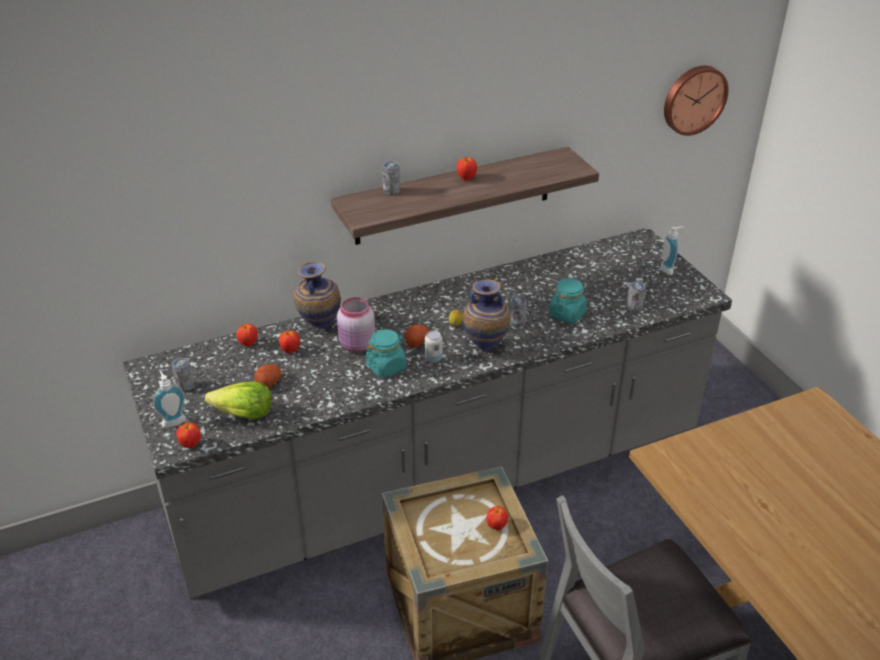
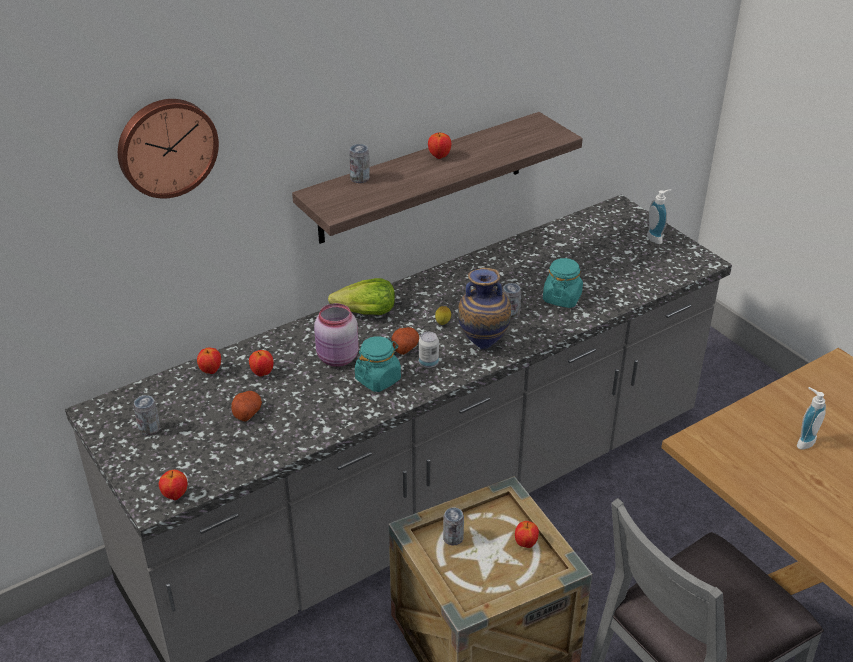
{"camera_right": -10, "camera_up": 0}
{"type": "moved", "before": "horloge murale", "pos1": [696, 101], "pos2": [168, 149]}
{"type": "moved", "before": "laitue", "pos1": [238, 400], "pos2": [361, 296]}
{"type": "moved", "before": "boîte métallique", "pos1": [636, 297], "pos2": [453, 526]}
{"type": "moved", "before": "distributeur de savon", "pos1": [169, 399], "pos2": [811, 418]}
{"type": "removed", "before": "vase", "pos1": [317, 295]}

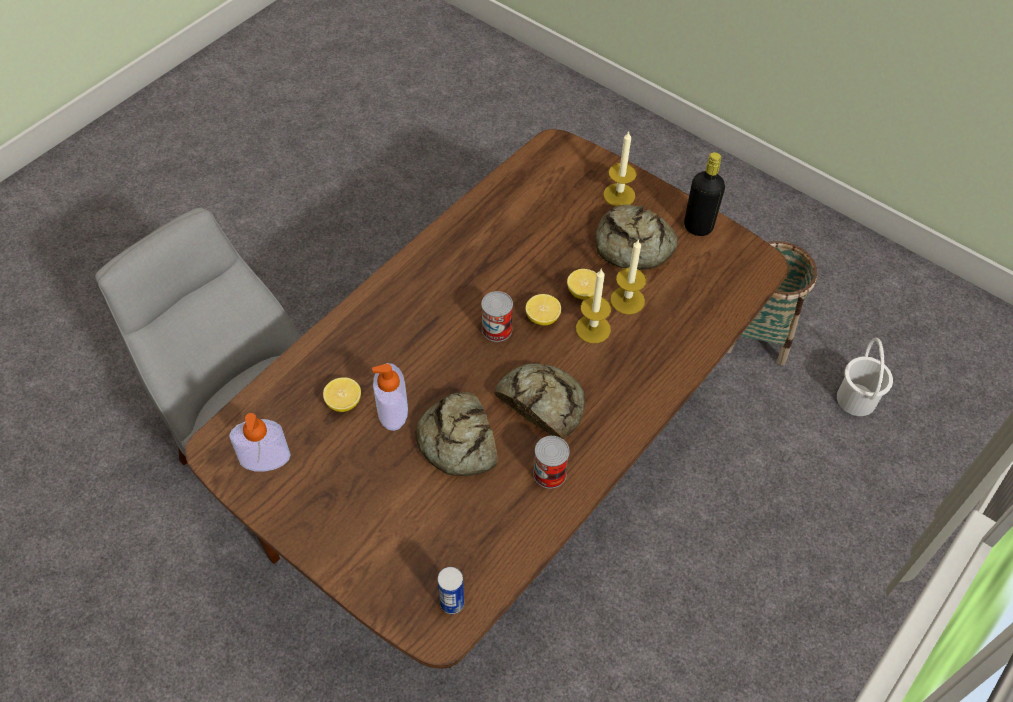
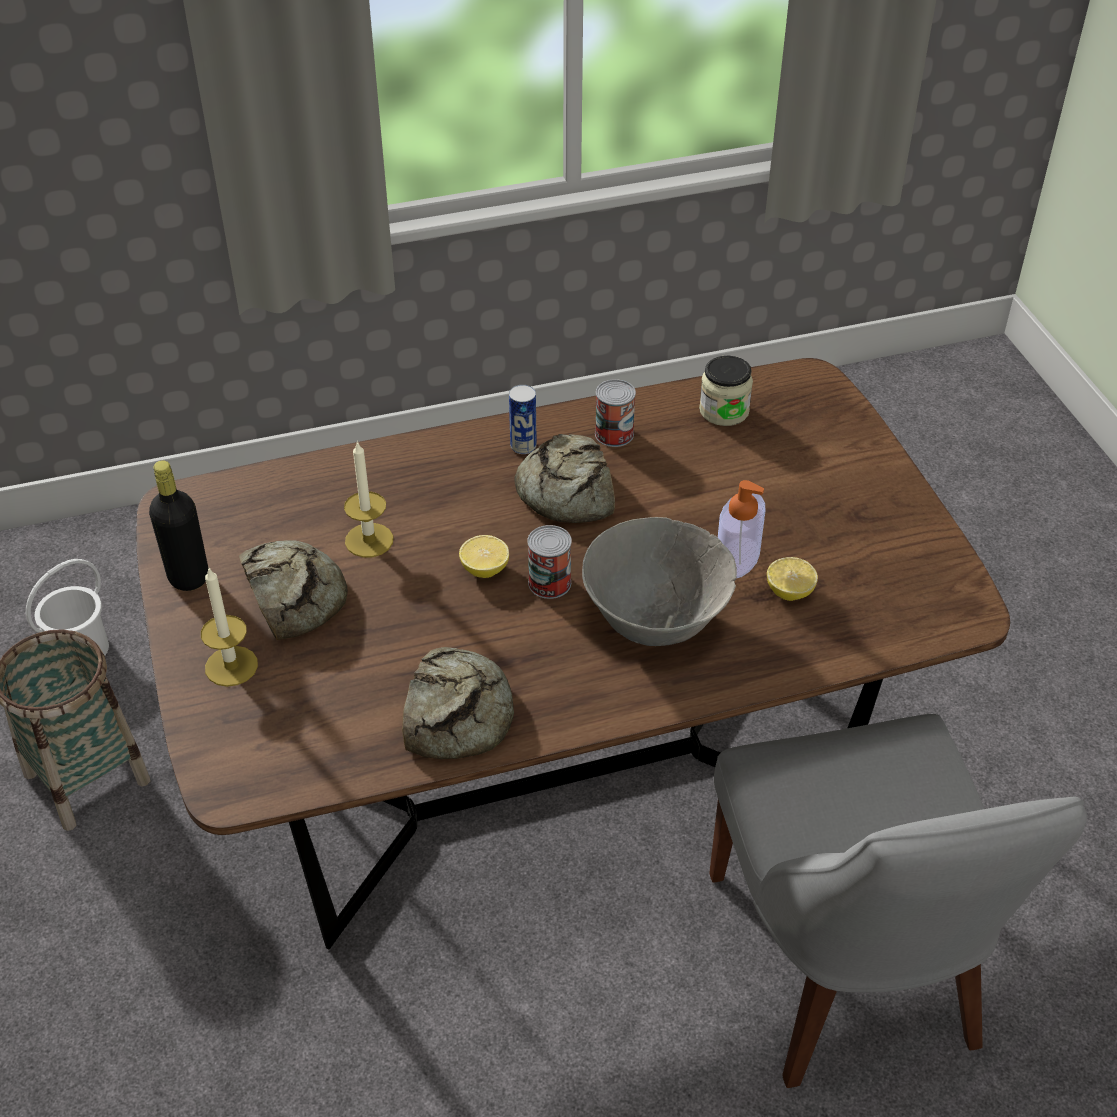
{"camera_right": -145, "camera_up": -10}
{"type": "moved", "before": "pain", "pos1": [456, 434], "pos2": [458, 703]}
{"type": "moved", "before": "boîte métallique", "pos1": [451, 590], "pos2": [523, 419]}
{"type": "added", "after": "bol/gris", "pos2": [659, 581]}
{"type": "added", "after": "bocal", "pos2": [726, 391]}
{"type": "removed", "before": "distributeur de savon", "pos1": [259, 442]}
{"type": "removed", "before": "citron", "pos1": [582, 284]}
{"type": "removed", "before": "bougie", "pos1": [593, 305]}

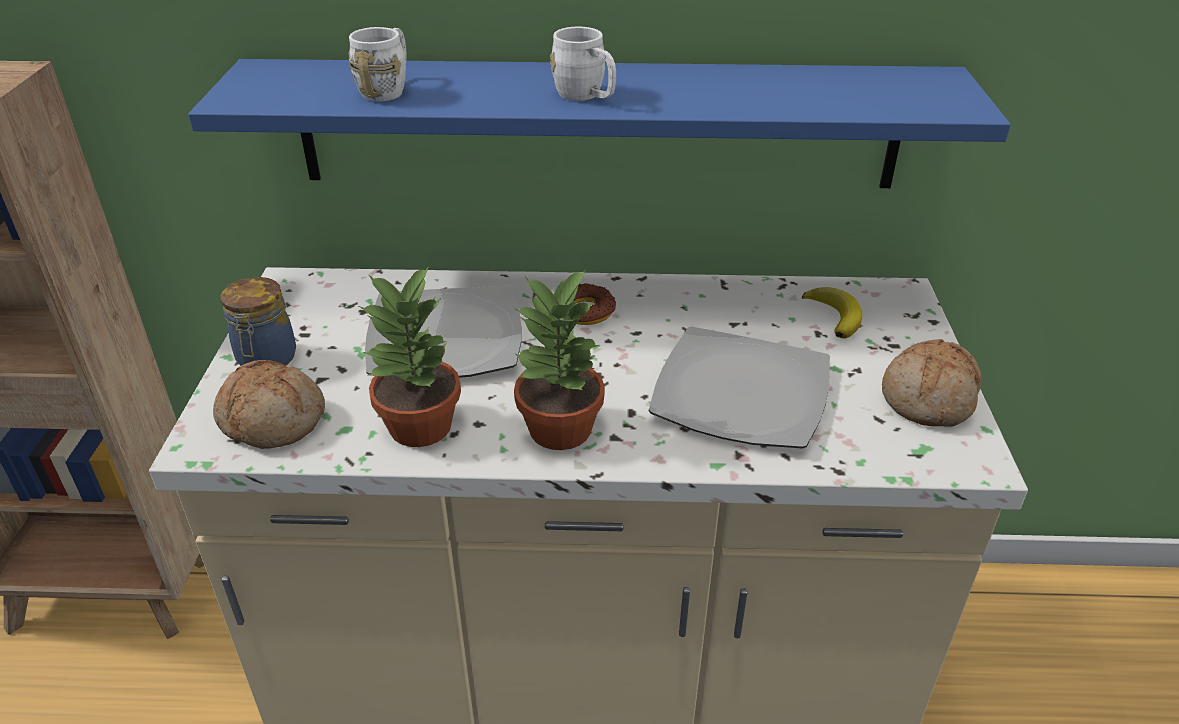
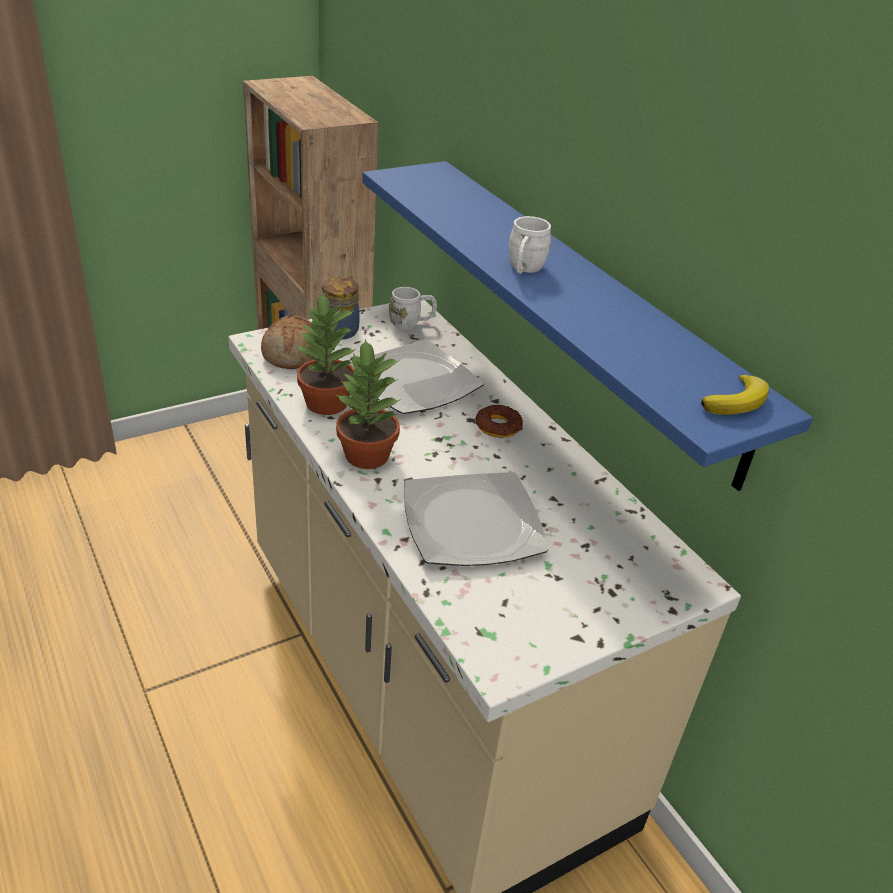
{"camera_right": 55, "camera_up": 0}
{"type": "moved", "before": "mug/blanc", "pos1": [377, 64], "pos2": [413, 308]}
{"type": "moved", "before": "banane", "pos1": [832, 313], "pos2": [735, 395]}
{"type": "removed", "before": "pain", "pos1": [932, 383]}

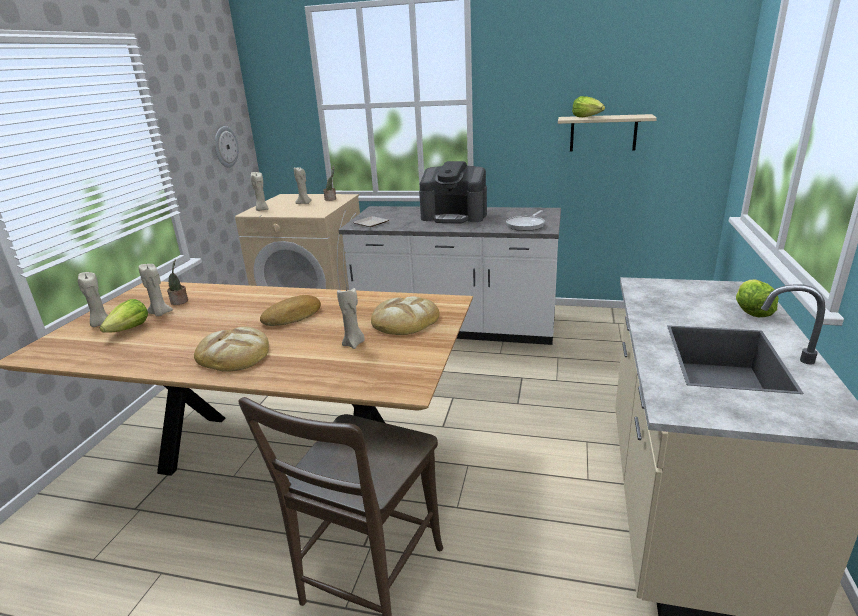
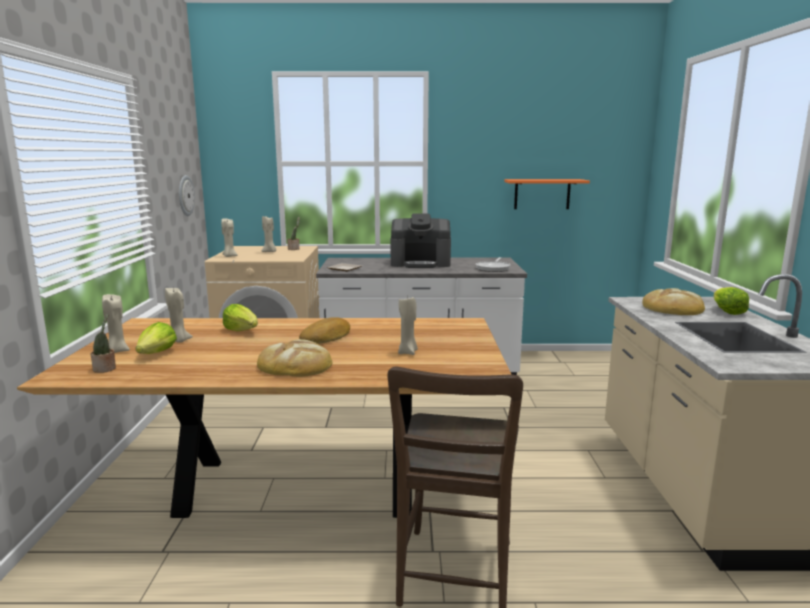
{"camera_right": -15, "camera_up": -10}
{"type": "moved", "before": "plante en pot", "pos1": [177, 282], "pos2": [103, 343]}
{"type": "moved", "before": "laitue", "pos1": [588, 106], "pos2": [240, 317]}
{"type": "recoloured", "before": "étagère/beige", "after": "étagère/orange", "pos1": [607, 132], "pos2": [547, 194]}
{"type": "moved", "before": "pain", "pos1": [405, 315], "pos2": [673, 301]}

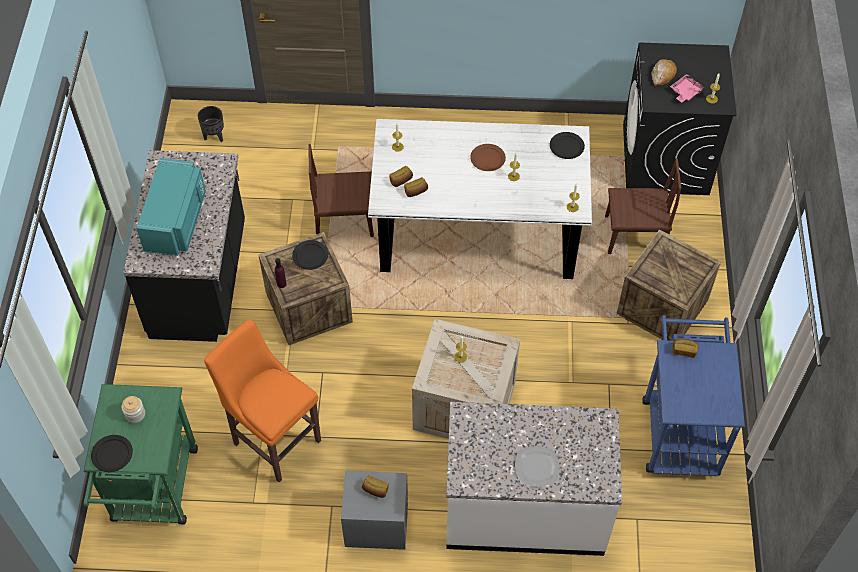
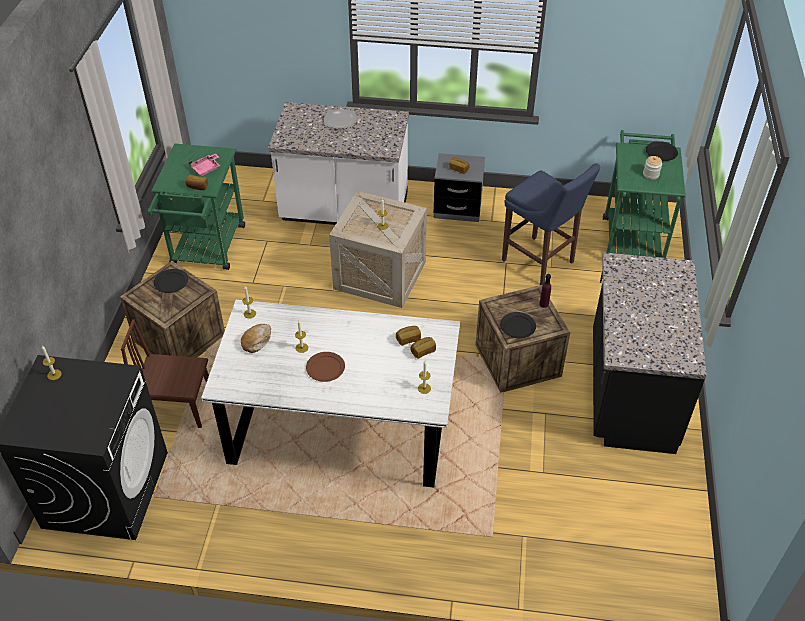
{"camera_right": -175, "camera_up": -10}
{"type": "recoloured", "before": "chariot/bleu", "after": "chariot/vert", "pos1": [693, 395], "pos2": [196, 207]}
{"type": "moved", "before": "assiette/noir", "pos1": [567, 145], "pos2": [171, 281]}
{"type": "moved", "before": "plateau/rose", "pos1": [687, 88], "pos2": [204, 165]}
{"type": "moved", "before": "pain", "pos1": [664, 72], "pos2": [256, 338]}
{"type": "recoloured", "before": "tabouret/orange", "after": "tabouret/bleu", "pos1": [262, 400], "pos2": [551, 224]}
{"type": "removed", "before": "micro-ondes/turquoise", "pos1": [171, 207]}
{"type": "removed", "before": "cache-pot/noir", "pos1": [211, 124]}
{"type": "removed", "before": "chaise/marron", "pos1": [341, 190]}

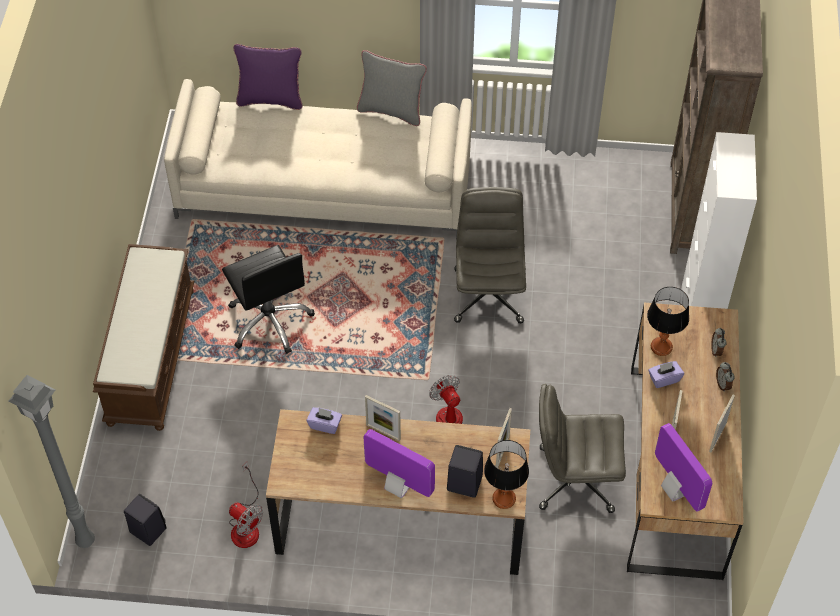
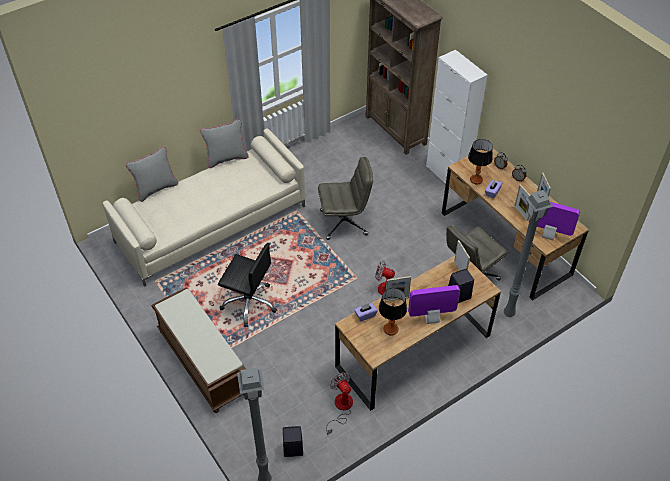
{"camera_right": -40, "camera_up": -5}
{"type": "recoloured", "before": "coussin/violet", "after": "coussin/gris", "pos1": [268, 77], "pos2": [151, 174]}
{"type": "turned", "before": "chaise de bureau/gris", "pos1": [490, 255], "pos2": [345, 198], "turn": 120}
{"type": "turned", "before": "ventilateur", "pos1": [246, 504], "pos2": [339, 403], "turn": -120}
{"type": "moved", "before": "lampe de table", "pos1": [506, 474], "pos2": [393, 312]}
{"type": "added", "after": "lampadaire/gris", "pos2": [528, 253]}

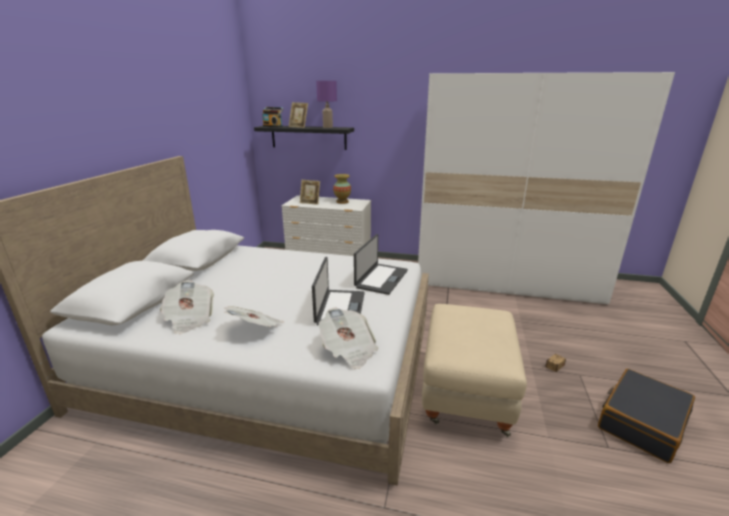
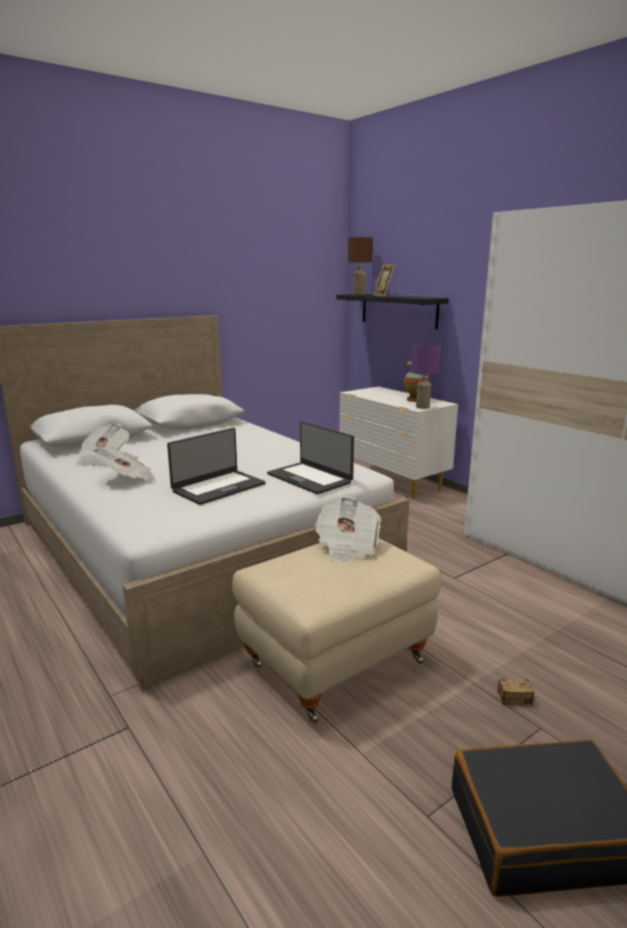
{"camera_right": 40, "camera_up": -5}
{"type": "turned", "before": "ordinateur portable", "pos1": [381, 264], "pos2": [310, 457], "turn": 75}
{"type": "moved", "before": "journal", "pos1": [348, 338], "pos2": [347, 529]}
{"type": "replaced", "before": "radio", "after": "lampe de table/marron", "pos1": [272, 117], "pos2": [360, 266]}
{"type": "moved", "before": "lampe de table/violet", "pos1": [326, 104], "pos2": [426, 376]}
{"type": "removed", "before": "cadre photo", "pos1": [310, 192]}

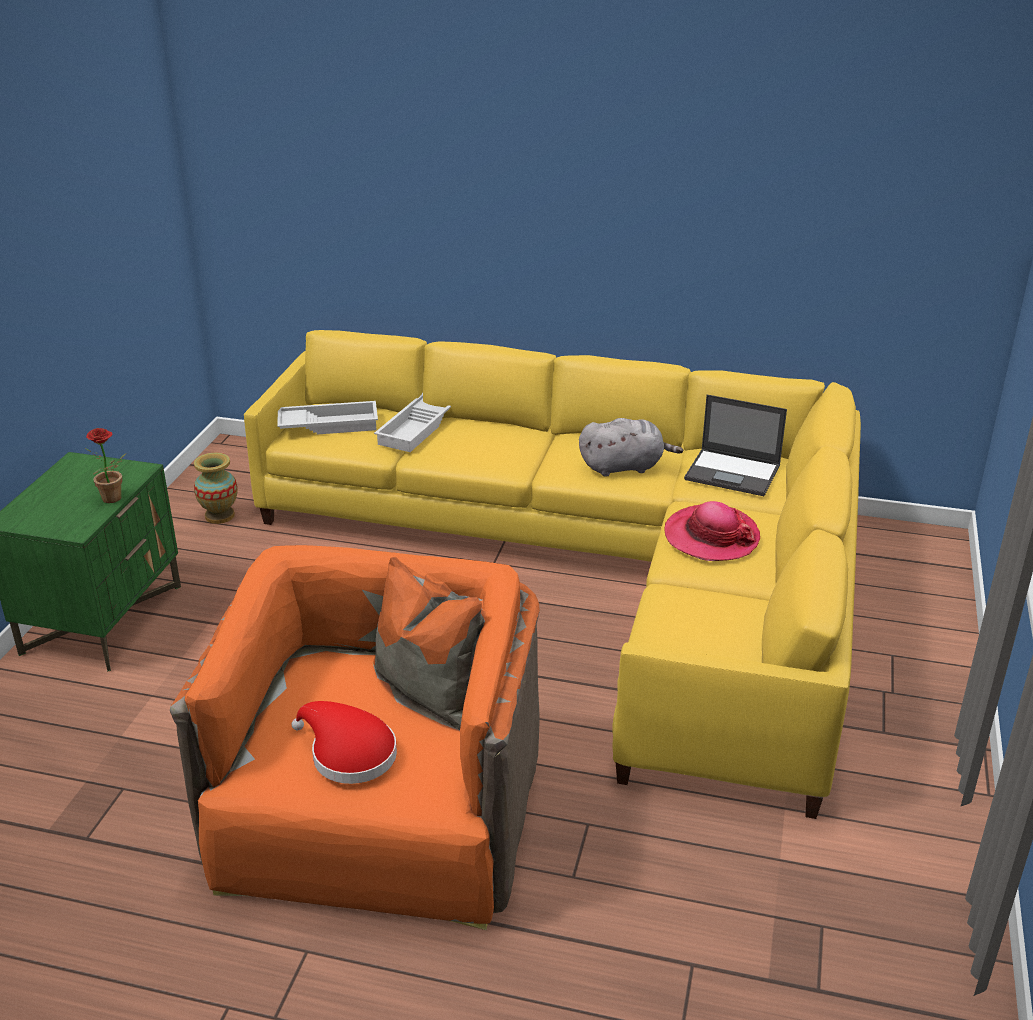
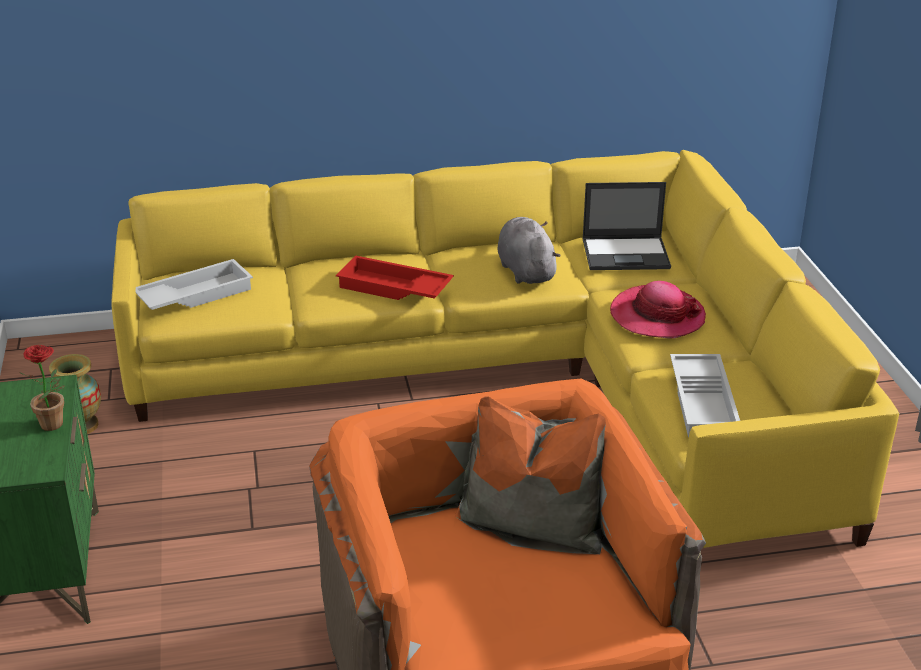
{"camera_right": -25, "camera_up": 0}
{"type": "added", "after": "plateau/rouge", "pos2": [395, 278]}
{"type": "turned", "before": "peluche/gris", "pos1": [631, 447], "pos2": [529, 250], "turn": -75}
{"type": "moved", "before": "plateau/blanc", "pos1": [412, 422], "pos2": [705, 395]}
{"type": "removed", "before": "chapeau/rouge", "pos1": [344, 742]}

